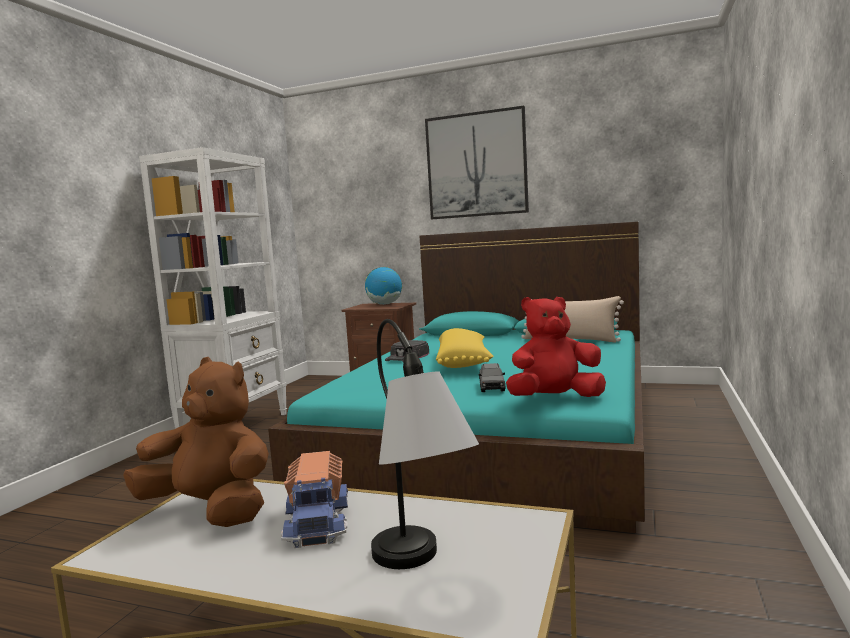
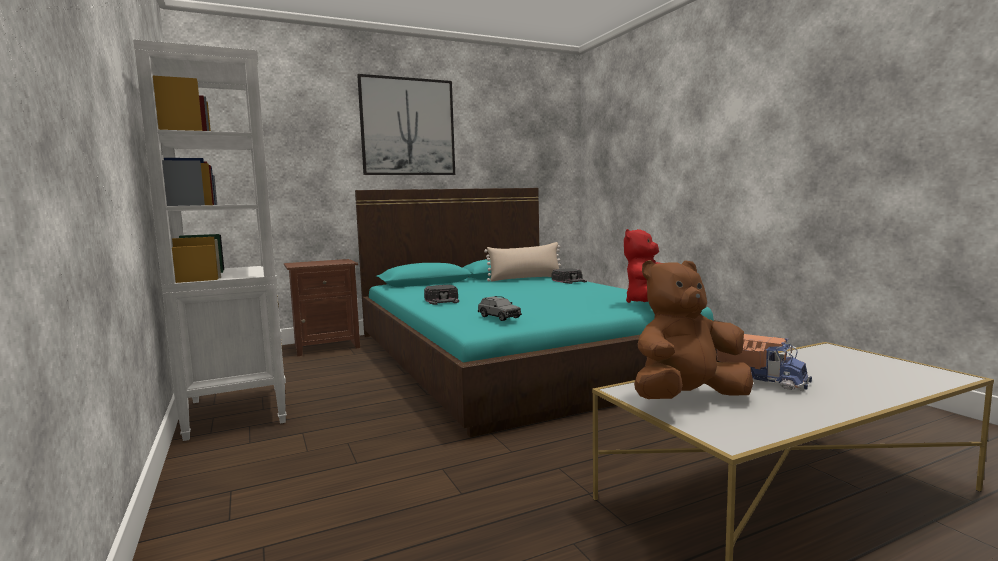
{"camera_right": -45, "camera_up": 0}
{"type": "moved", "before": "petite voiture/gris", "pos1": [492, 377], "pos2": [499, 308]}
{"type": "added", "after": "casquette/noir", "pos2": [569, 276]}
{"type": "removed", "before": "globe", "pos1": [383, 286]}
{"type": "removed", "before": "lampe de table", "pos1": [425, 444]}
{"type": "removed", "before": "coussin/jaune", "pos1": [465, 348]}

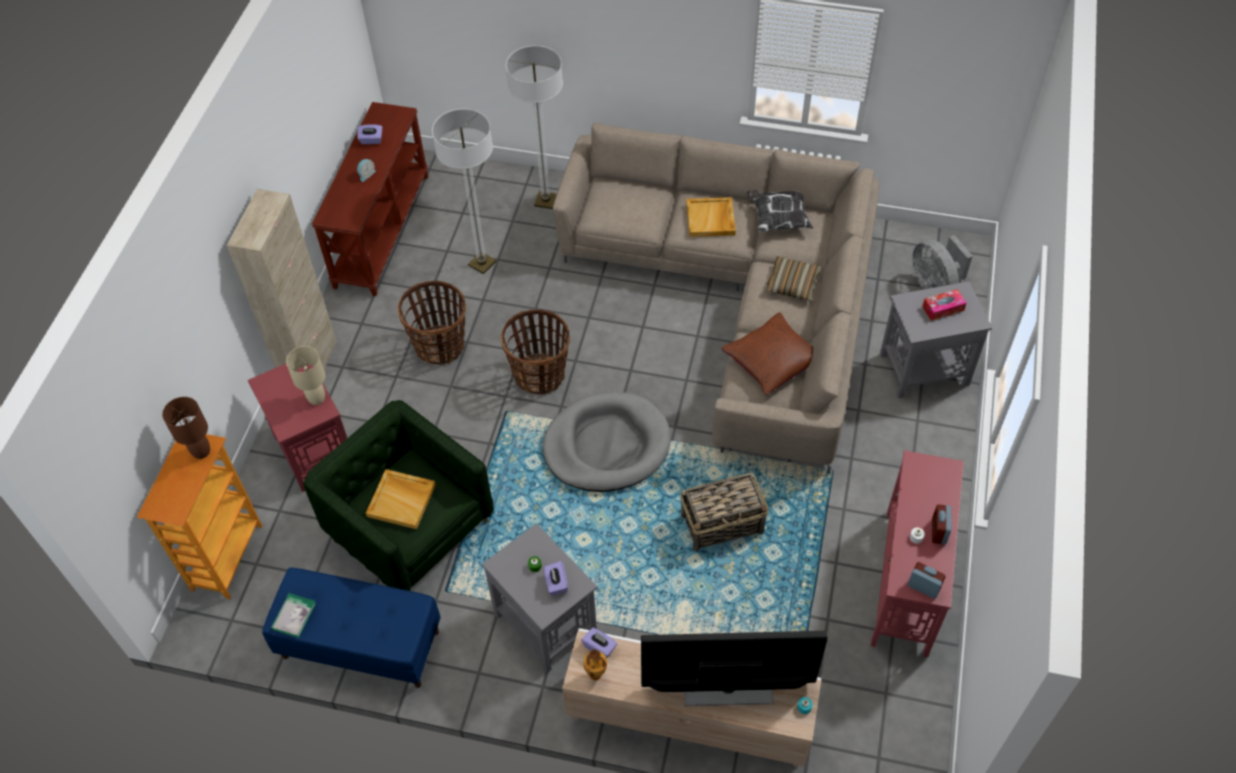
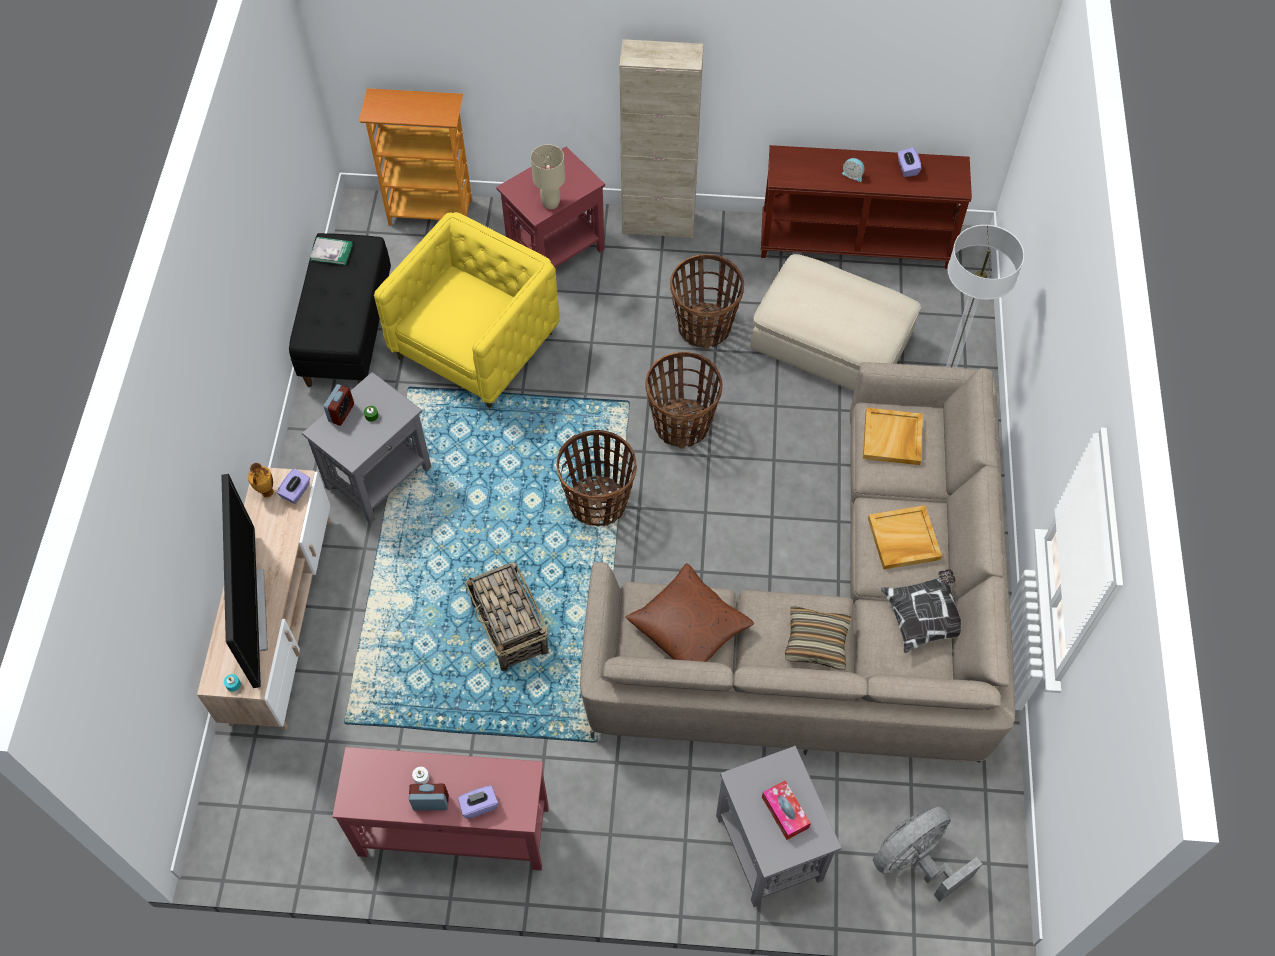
{"camera_right": 80, "camera_up": 5}
{"type": "recoloured", "before": "banc/bleu", "after": "banc/noir", "pos1": [351, 627], "pos2": [340, 310]}
{"type": "moved", "before": "réveil", "pos1": [927, 580], "pos2": [339, 405]}
{"type": "recoloured", "before": "fauteuil/vert", "after": "fauteuil/jaune", "pos1": [398, 495], "pos2": [466, 310]}
{"type": "moved", "before": "boîte à mouchoirs/violet", "pos1": [556, 578], "pos2": [478, 802]}
{"type": "replaced", "before": "panier pour chien/gris", "after": "panier", "pos1": [607, 442], "pos2": [596, 478]}
{"type": "replaced", "before": "lampadaire", "after": "pouf/beige", "pos1": [464, 191], "pos2": [835, 322]}
{"type": "moved", "before": "plateau/beige", "pos1": [401, 499], "pos2": [893, 436]}
{"type": "removed", "before": "lampe de table/marron", "pos1": [186, 428]}

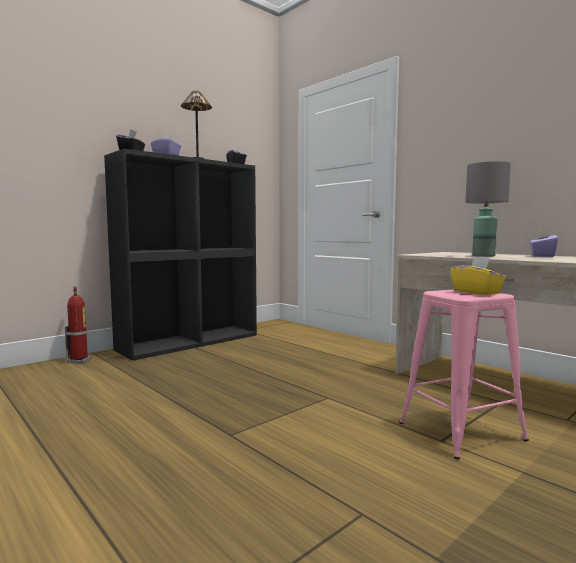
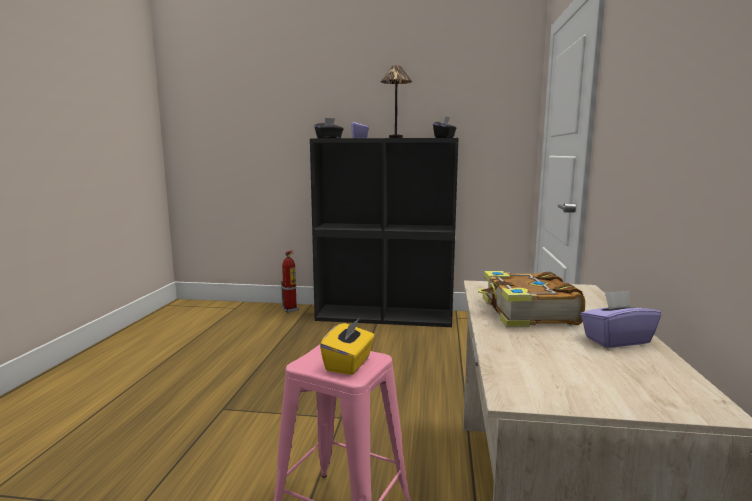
{"camera_right": 50, "camera_up": 5}
{"type": "replaced", "before": "lampe de table/gris", "after": "livre", "pos1": [488, 209], "pos2": [531, 299]}

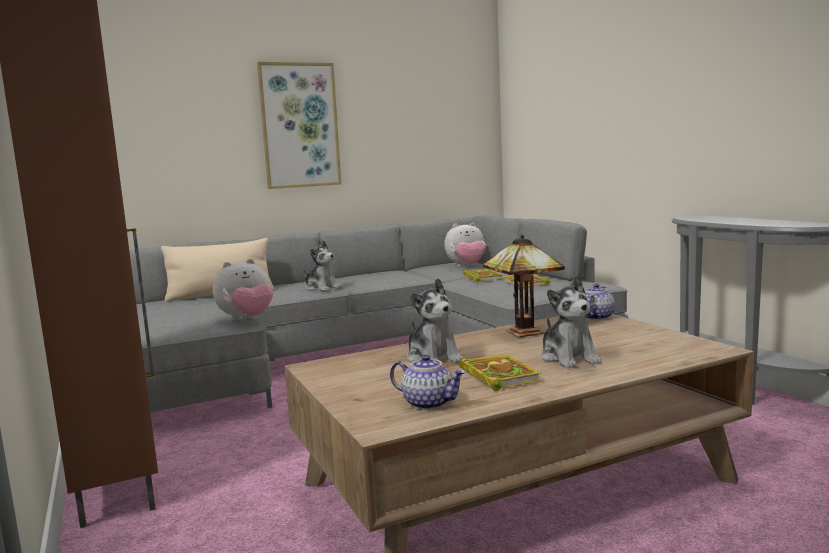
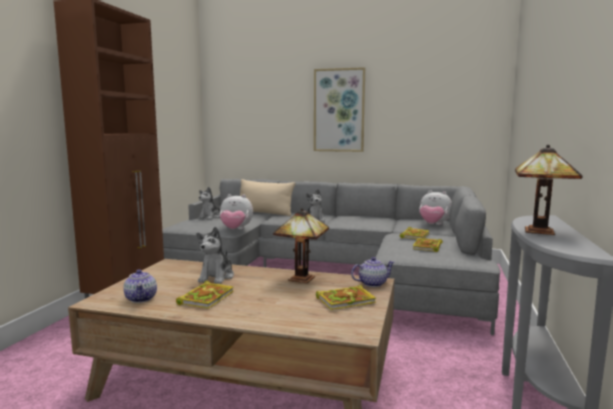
{"camera_right": 40, "camera_up": 0}
{"type": "moved", "before": "peluche", "pos1": [571, 322], "pos2": [209, 203]}
{"type": "added", "after": "livre", "pos2": [346, 297]}
{"type": "added", "after": "lampe de table", "pos2": [548, 189]}

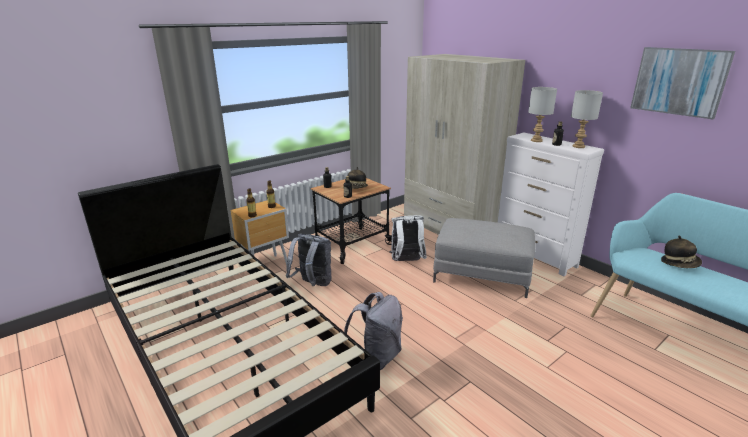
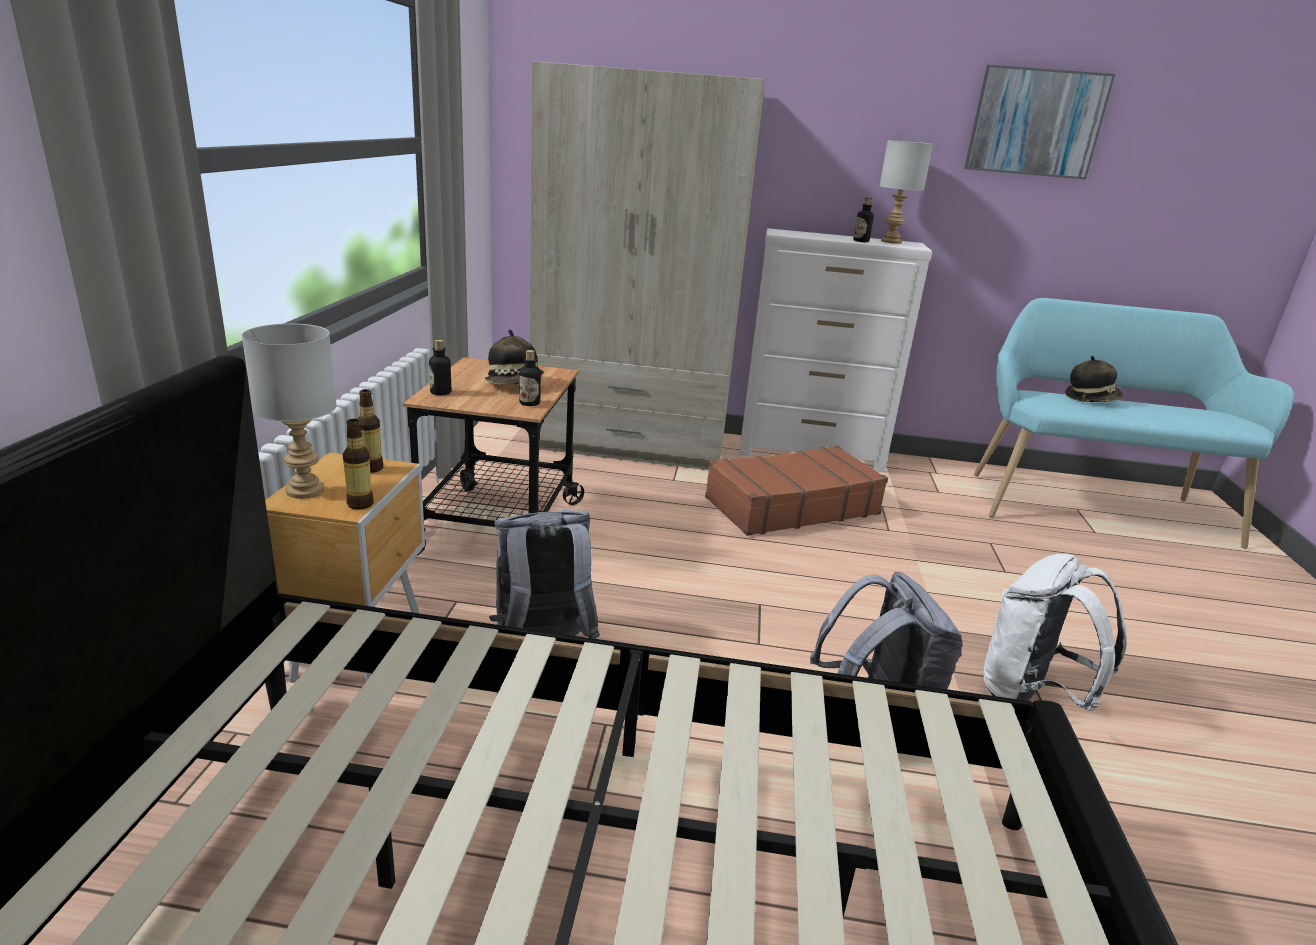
{"camera_right": -45, "camera_up": 0}
{"type": "moved", "before": "lampe de table/gris", "pos1": [542, 114], "pos2": [289, 411]}
{"type": "replaced", "before": "pouf/gris", "after": "valise/marron", "pos1": [484, 258], "pos2": [796, 491]}
{"type": "moved", "before": "sac à dos/blanc", "pos1": [408, 238], "pos2": [1055, 632]}

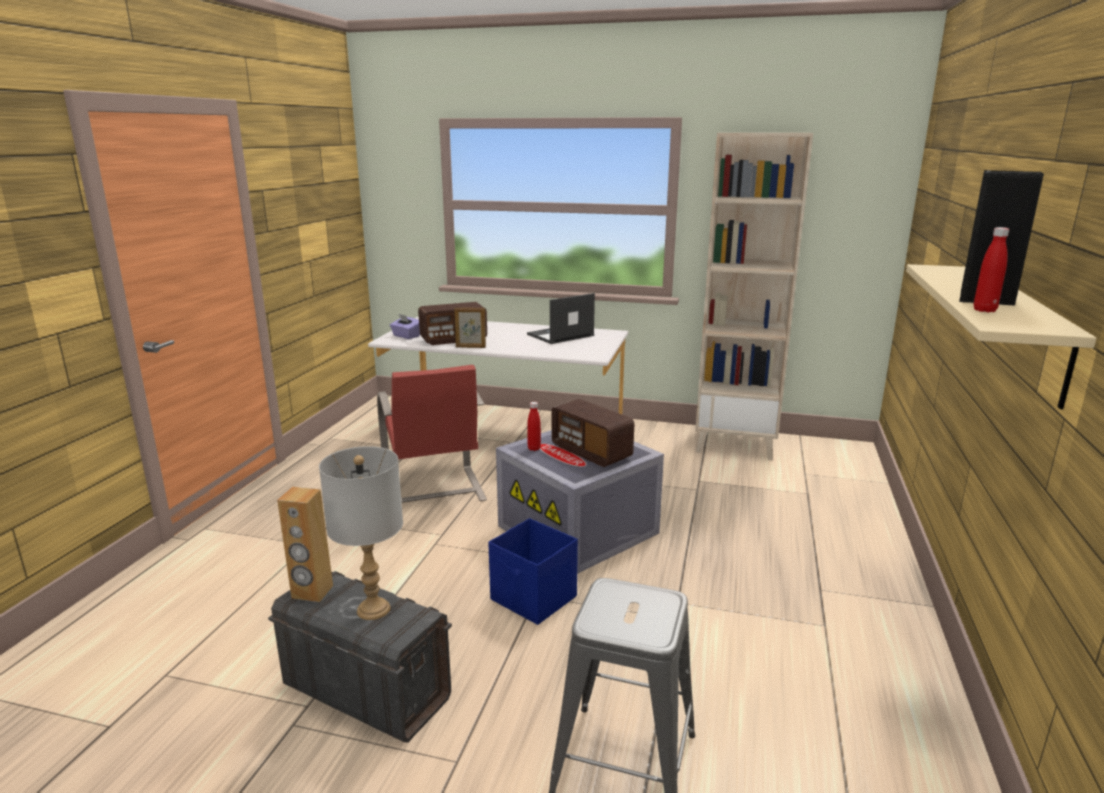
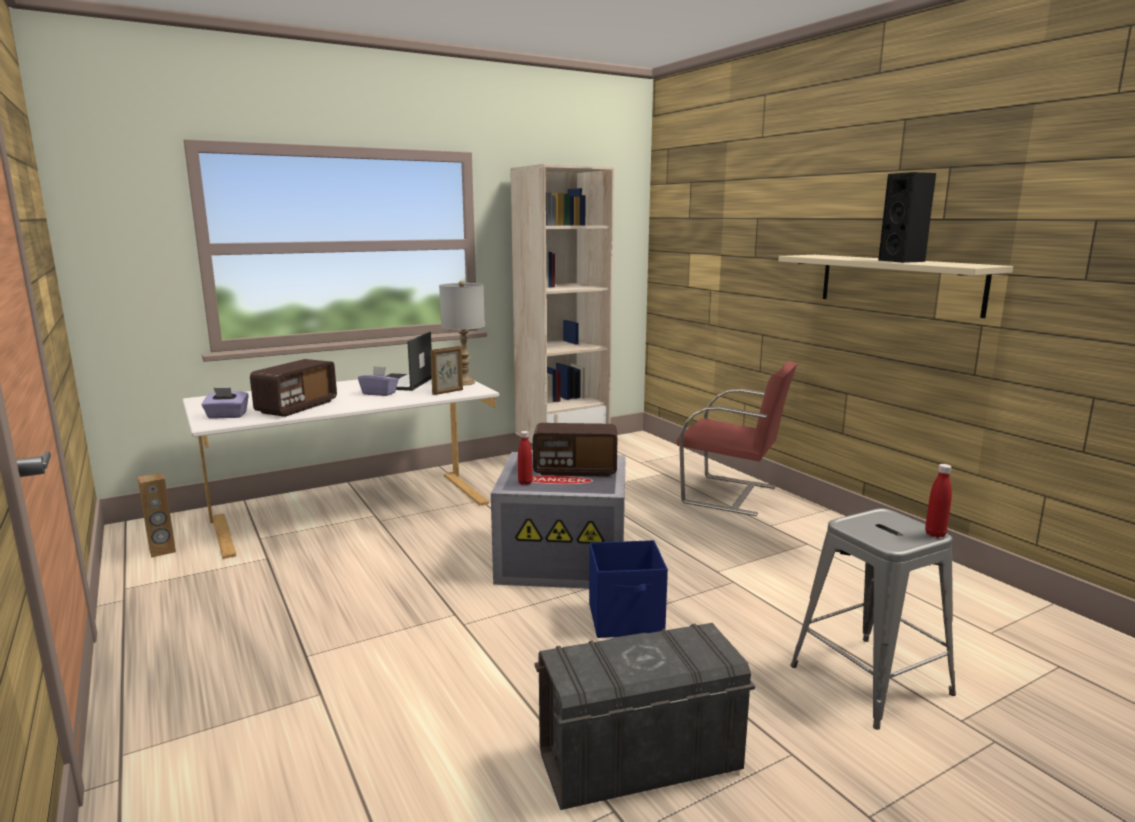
{"camera_right": -45, "camera_up": -5}
{"type": "moved", "before": "enceinte/marron", "pos1": [305, 544], "pos2": [157, 515]}
{"type": "added", "after": "boîte à mouchoirs/violet", "pos2": [378, 381]}
{"type": "moved", "before": "cadre photo", "pos1": [470, 327], "pos2": [446, 370]}
{"type": "moved", "before": "lampe de table/gris", "pos1": [361, 533], "pos2": [462, 333]}
{"type": "moved", "before": "chaise/rouge", "pos1": [432, 434], "pos2": [737, 438]}
{"type": "moved", "before": "bouteille/rouge", "pos1": [991, 269], "pos2": [938, 501]}

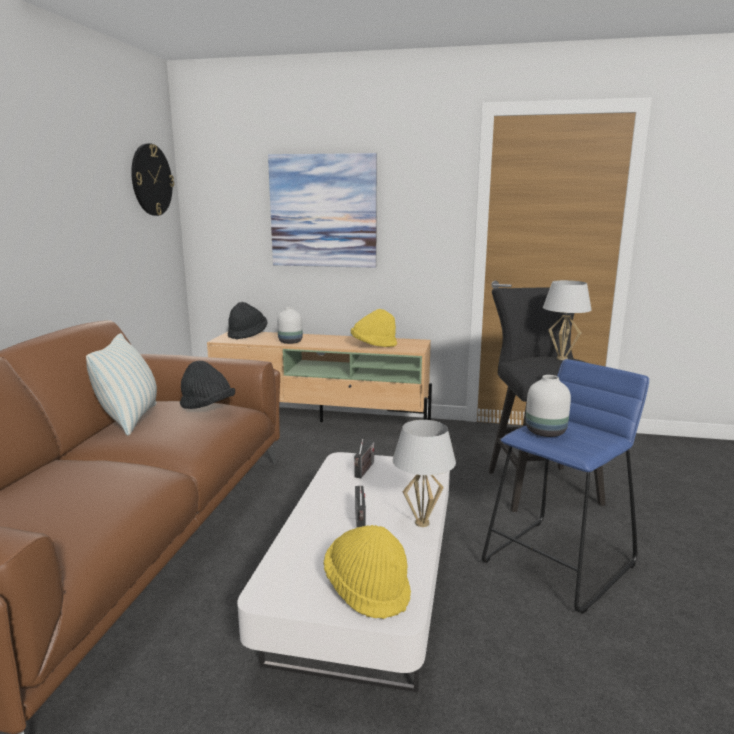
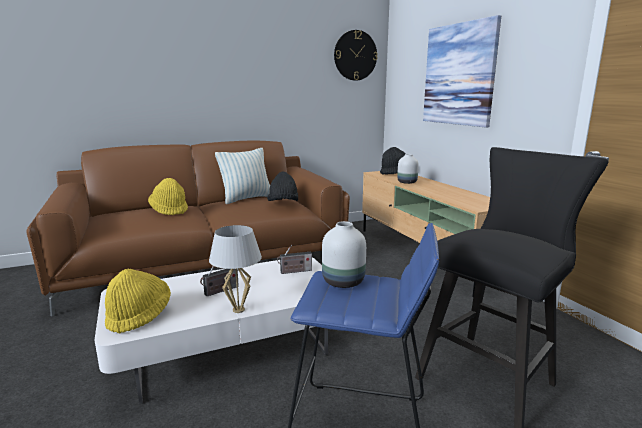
{"camera_right": 55, "camera_up": 0}
{"type": "moved", "before": "chapeau/jaune", "pos1": [374, 328], "pos2": [168, 196]}
{"type": "removed", "before": "lampe de table/blanc", "pos1": [567, 320]}

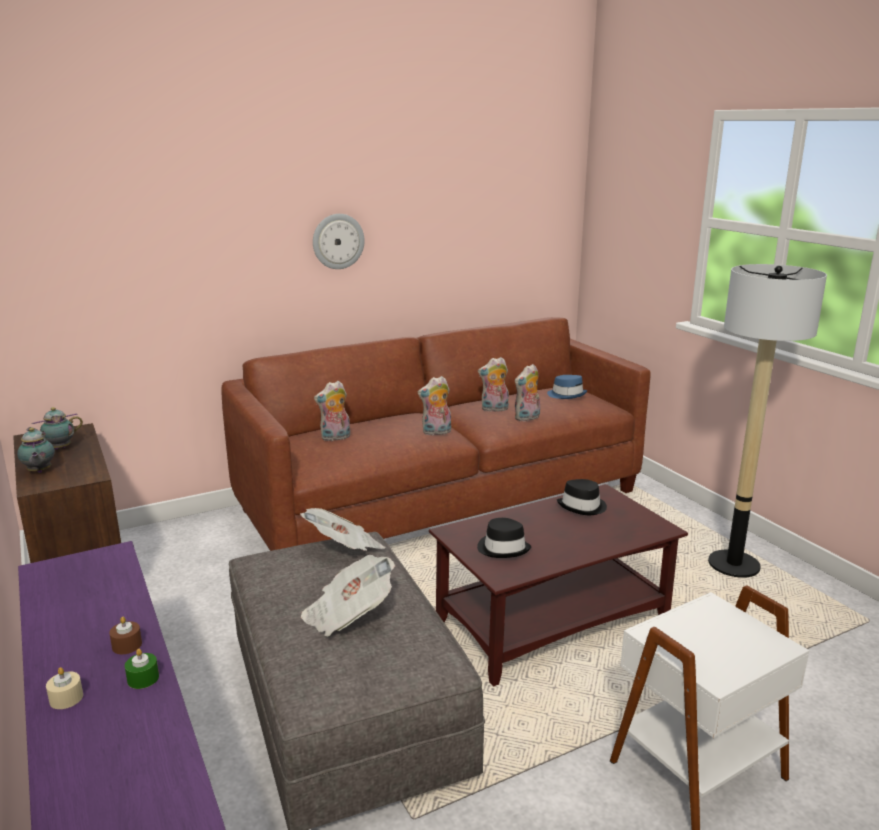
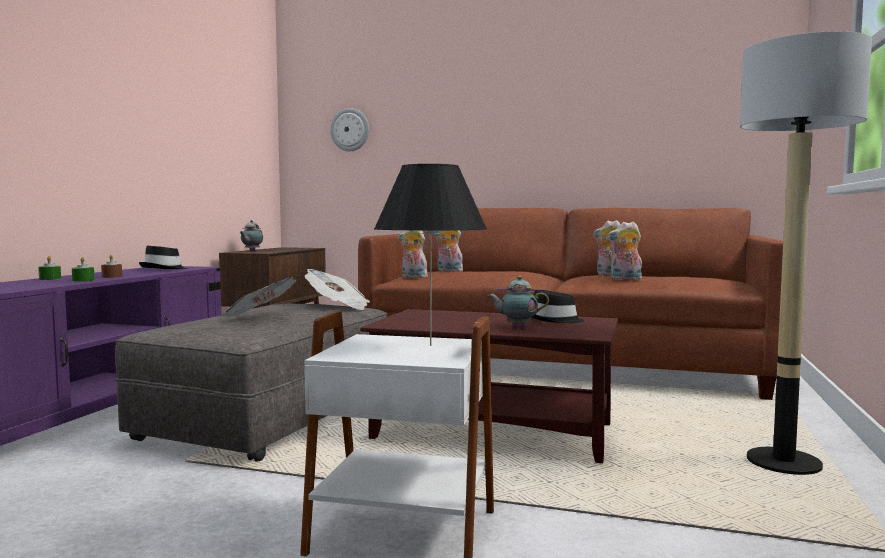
{"camera_right": 45, "camera_up": -15}
{"type": "recoloured", "before": "bougie/beige", "after": "bougie/vert", "pos1": [64, 688], "pos2": [49, 268]}
{"type": "moved", "before": "chapeau/noir", "pos1": [504, 538], "pos2": [163, 257]}
{"type": "moved", "before": "horloge murale", "pos1": [339, 241], "pos2": [349, 129]}
{"type": "added", "after": "lampe de table/noir", "pos2": [430, 255]}
{"type": "moved", "before": "peluche", "pos1": [434, 406], "pos2": [413, 254]}
{"type": "moved", "before": "théière", "pos1": [54, 428], "pos2": [518, 301]}
{"type": "removed", "before": "chapeau/bleu", "pos1": [567, 387]}

